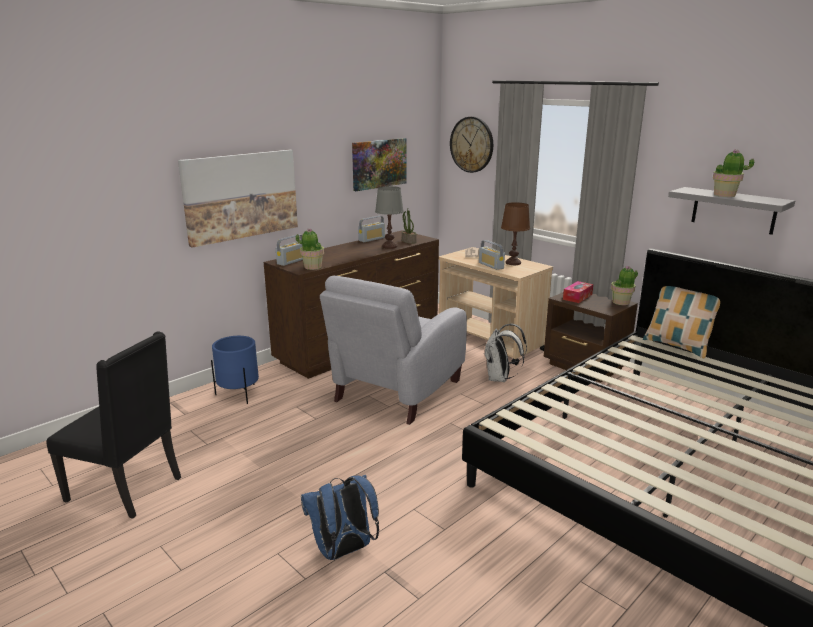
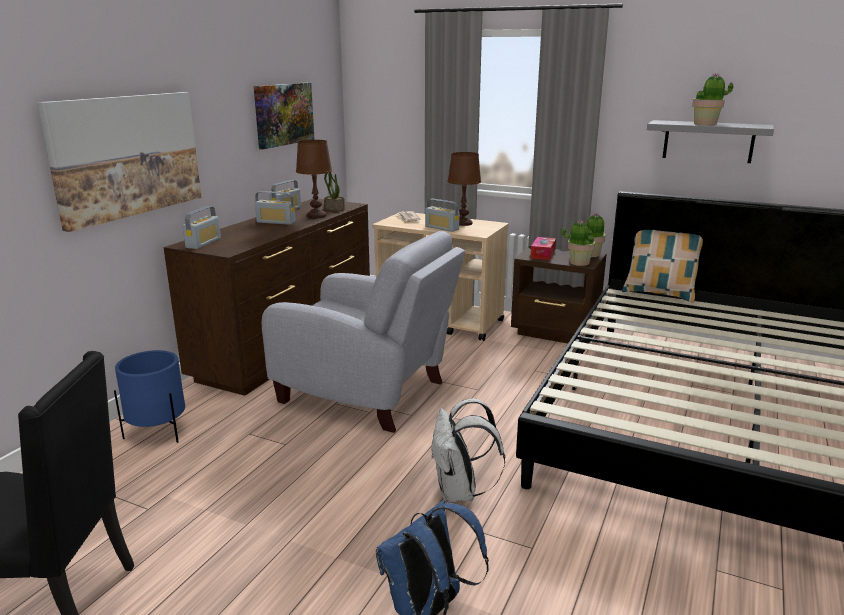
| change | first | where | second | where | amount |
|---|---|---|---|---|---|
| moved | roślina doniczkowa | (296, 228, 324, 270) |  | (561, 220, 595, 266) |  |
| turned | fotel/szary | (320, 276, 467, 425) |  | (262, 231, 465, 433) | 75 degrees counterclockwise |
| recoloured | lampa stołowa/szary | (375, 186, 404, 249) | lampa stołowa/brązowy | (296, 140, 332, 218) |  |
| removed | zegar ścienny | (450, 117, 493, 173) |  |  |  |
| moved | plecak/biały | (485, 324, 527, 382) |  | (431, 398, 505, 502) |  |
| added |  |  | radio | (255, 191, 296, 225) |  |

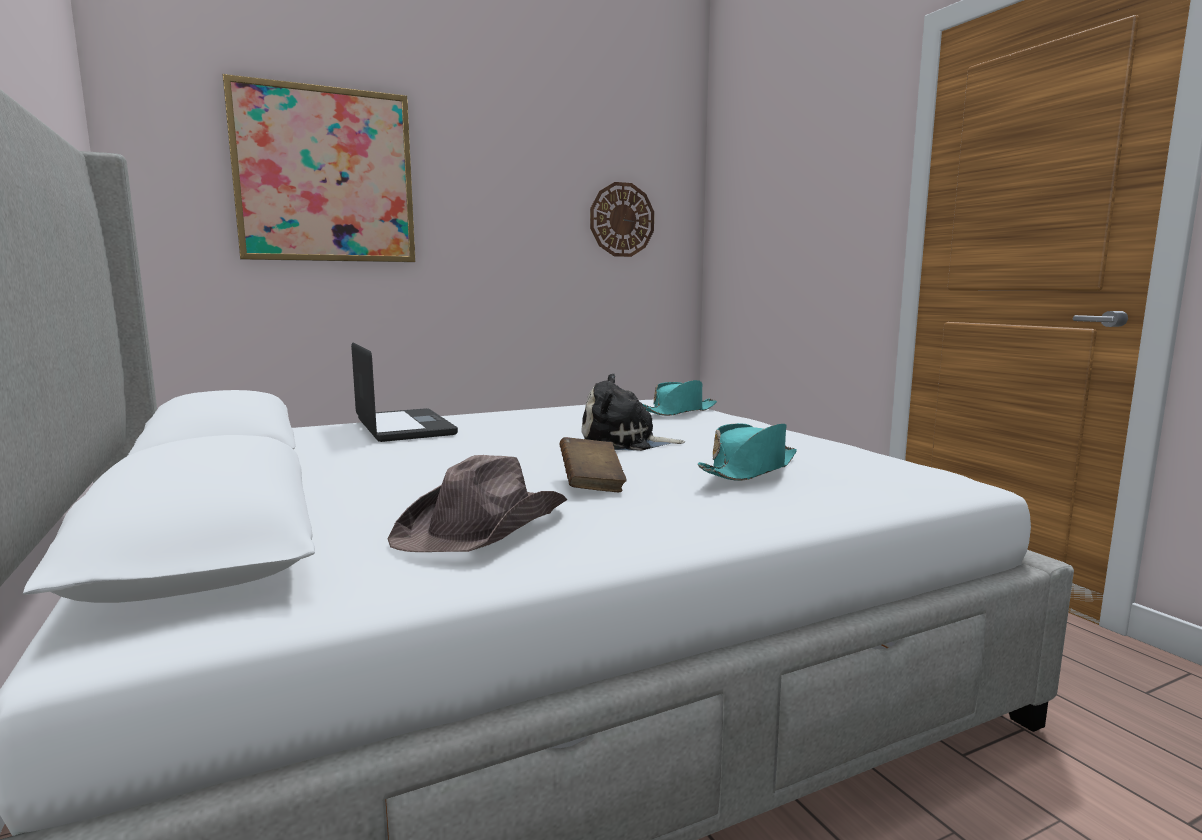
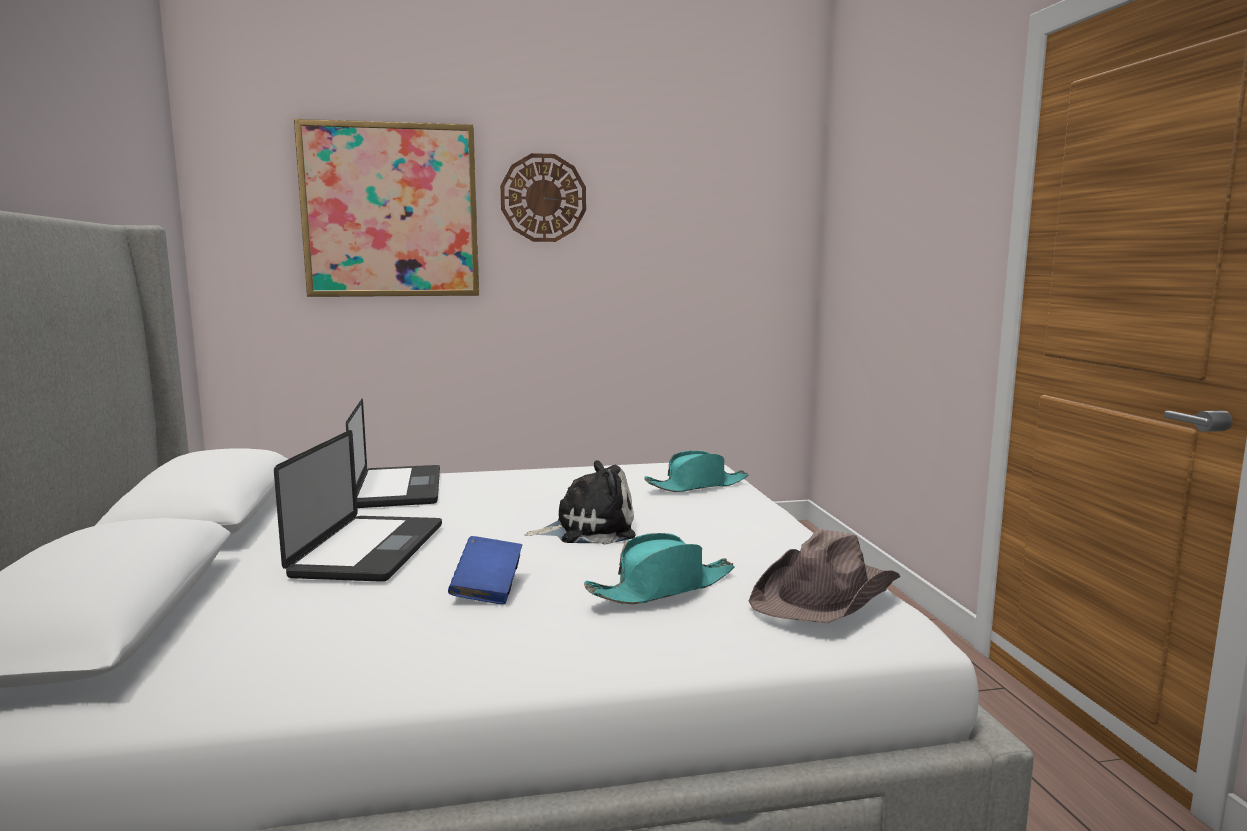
| change | first | where | second | where | amount |
|---|---|---|---|---|---|
| moved | kapelusz/brązowy | (388, 455, 567, 552) |  | (749, 529, 900, 623) |  |
| recoloured | książka/brązowy | (560, 437, 626, 492) | książka/niebieski | (448, 536, 522, 604) |  |
| turned | pluszak | (581, 373, 685, 451) |  | (524, 460, 636, 545) | 150 degrees clockwise |
| moved | zegar ścienny | (590, 182, 654, 257) |  | (500, 153, 586, 242) |  |
| added |  |  | laptop | (274, 430, 442, 582) |  |

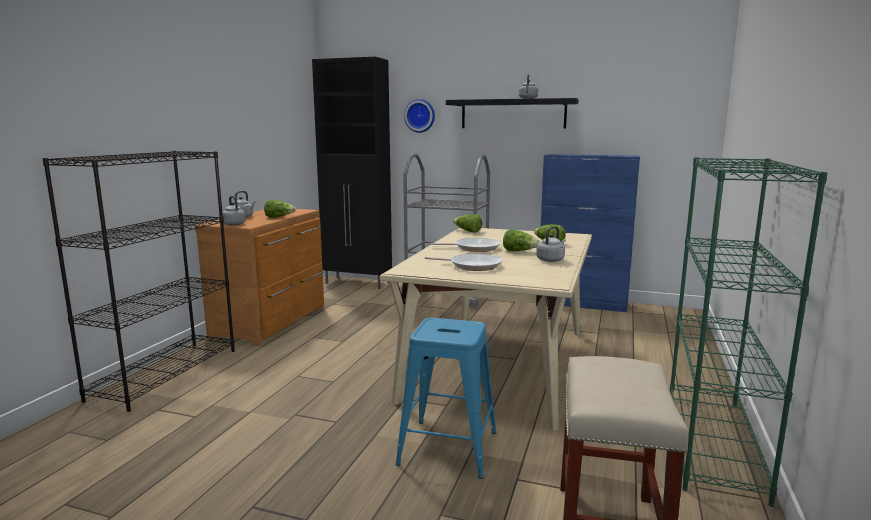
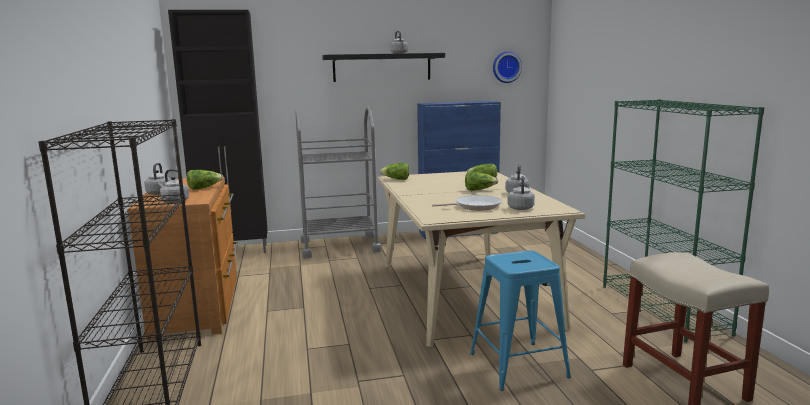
| change | first | where | second | where | amount |
|---|---|---|---|---|---|
| moved | zegar ścienny | (404, 99, 435, 133) |  | (493, 51, 522, 83) |  |
| removed | patelnia | (431, 238, 501, 252) |  |  |  |
| added |  |  | czajnik/szary | (507, 176, 535, 210) |  |

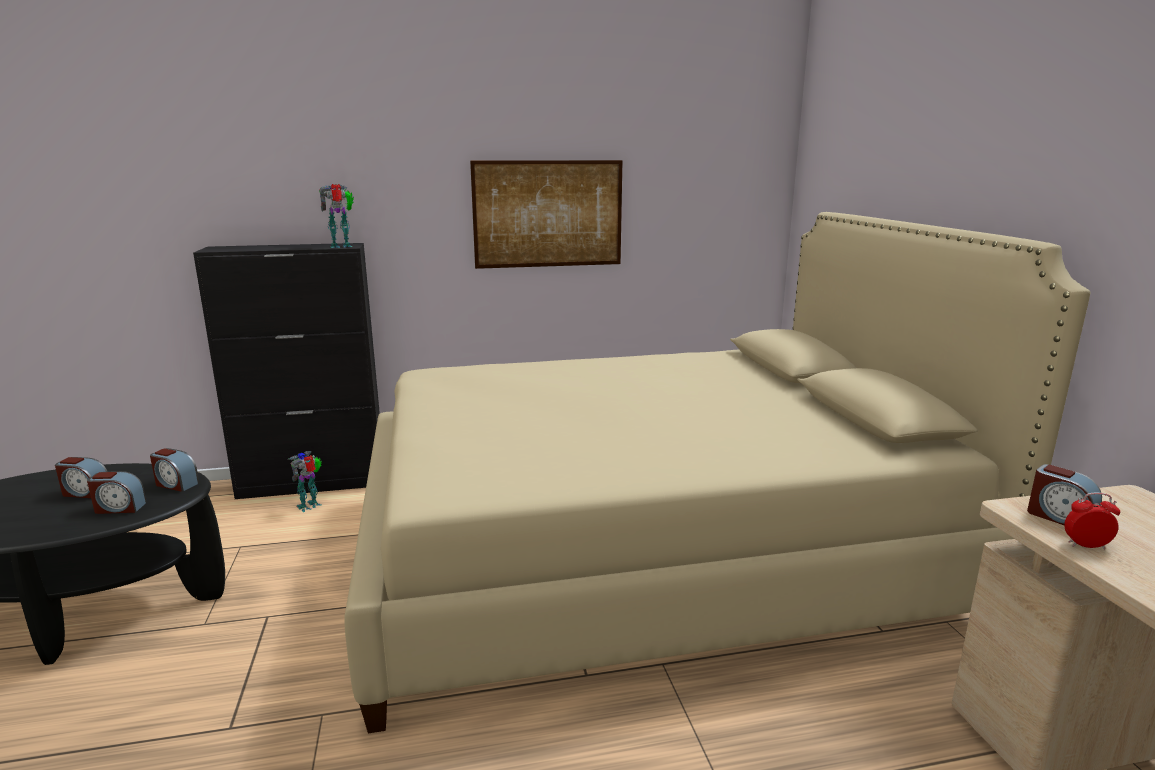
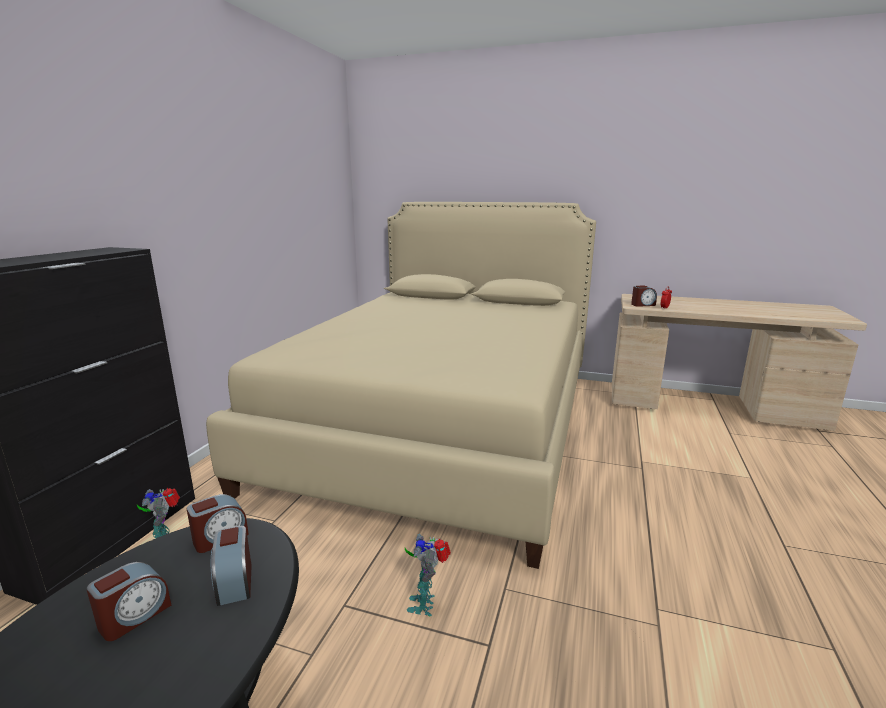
| change | first | where | second | where | amount |
|---|---|---|---|---|---|
| turned | budzik | (87, 471, 147, 514) |  | (211, 526, 252, 606) | 135 degrees clockwise |
| moved | robot zabawkowy | (319, 184, 354, 248) |  | (405, 534, 451, 616) |  |
| removed | obraz | (470, 160, 622, 269) |  |  |  |

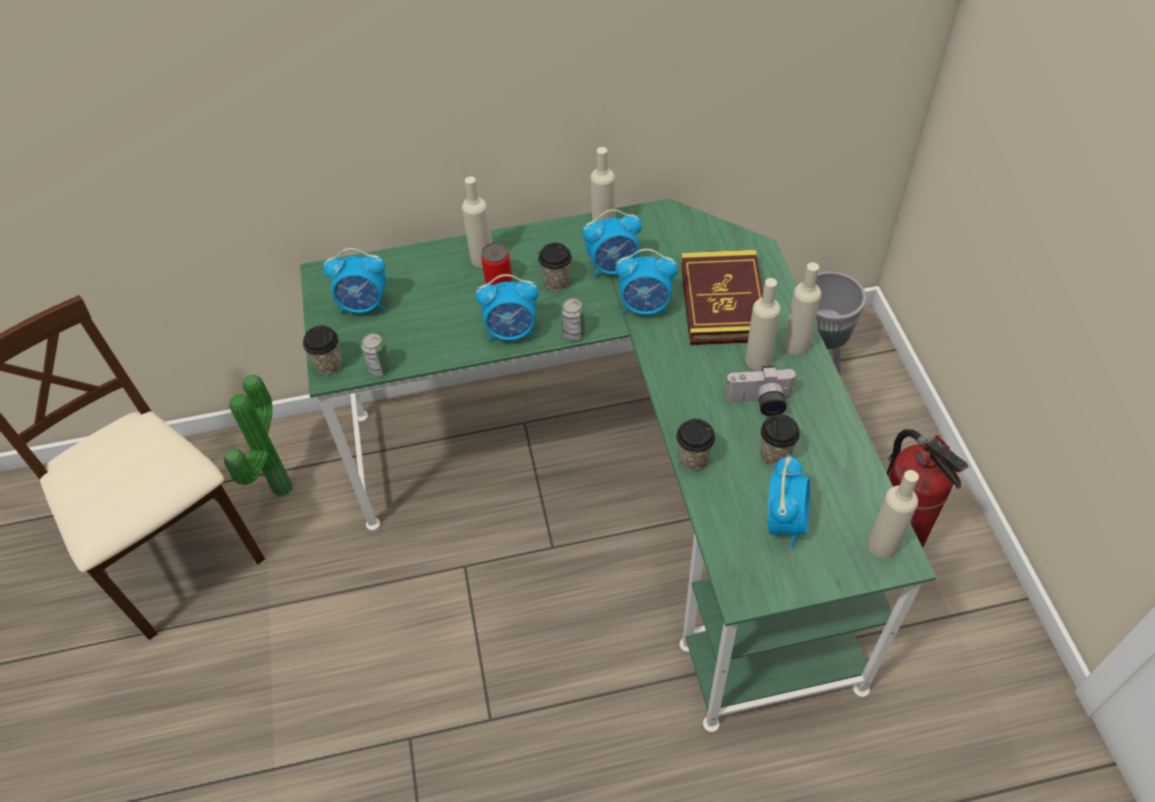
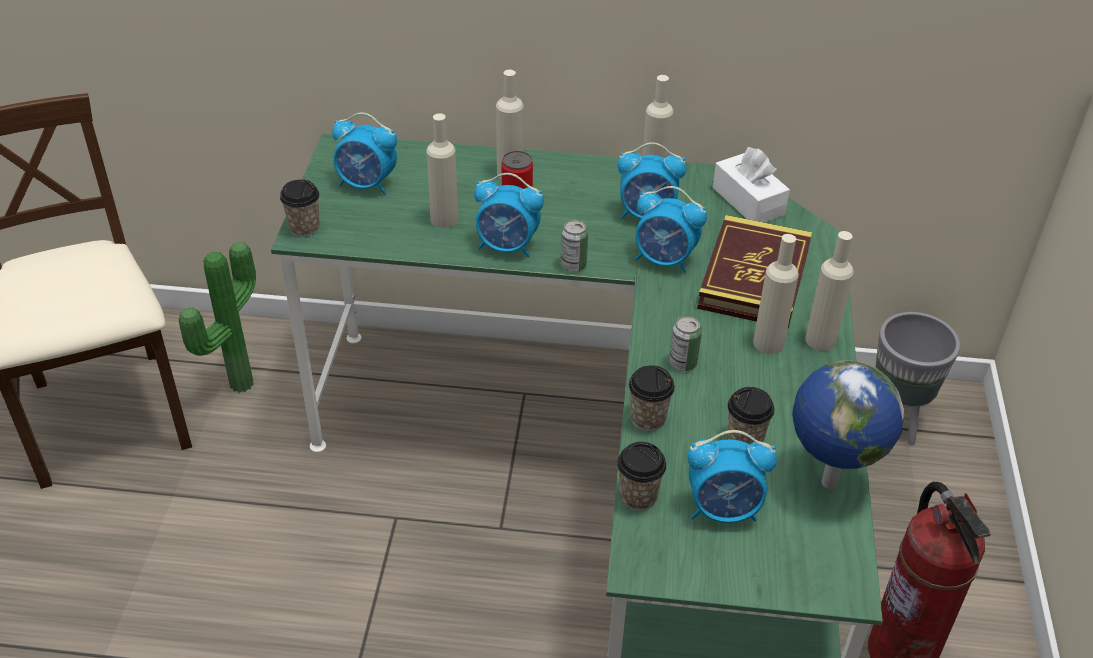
| change | first | where | second | where | amount |
|---|---|---|---|---|---|
| moved | puszka | (361, 333, 391, 376) |  | (669, 316, 702, 371) |  |
| moved | filiżanka | (538, 243, 572, 291) |  | (617, 442, 666, 511) |  |
| removed | aparat fotograficzny | (725, 366, 797, 416) |  |  |  |
| turned | budzik | (768, 454, 810, 548) |  | (687, 430, 777, 523) | 60 degrees clockwise |
| moved | butelka/beżowy | (868, 470, 919, 559) |  | (426, 113, 458, 228) |  |
| added |  |  | pudełko chusteczek/biały | (713, 147, 790, 222) |  |
| added |  |  | globus | (792, 361, 904, 489) |  |

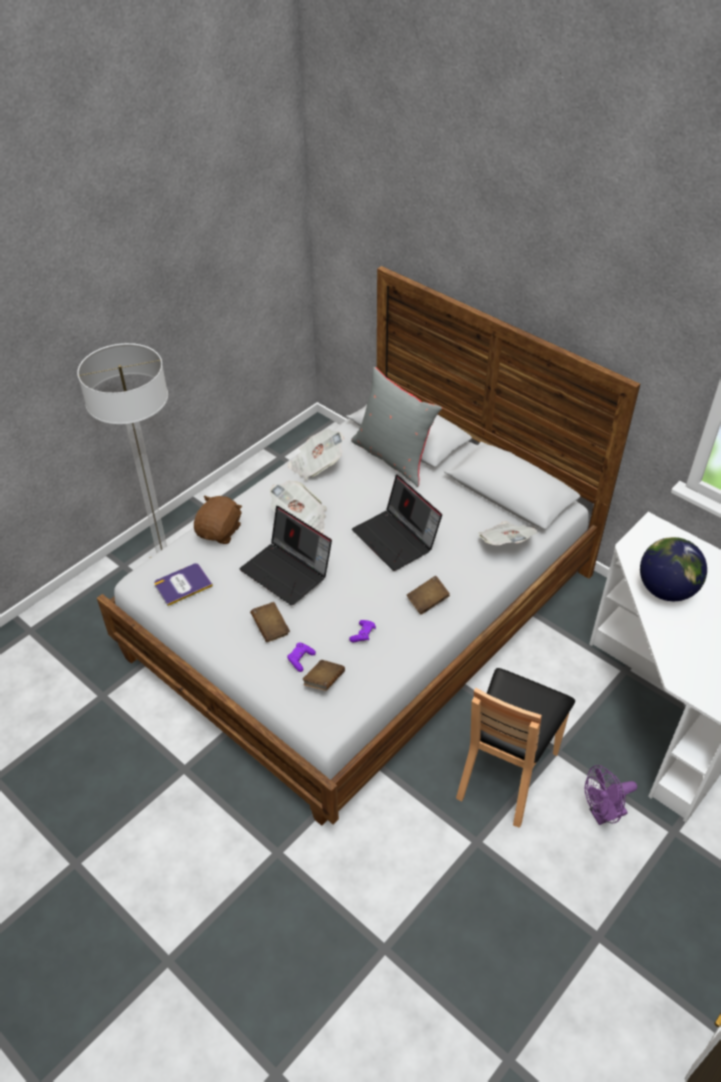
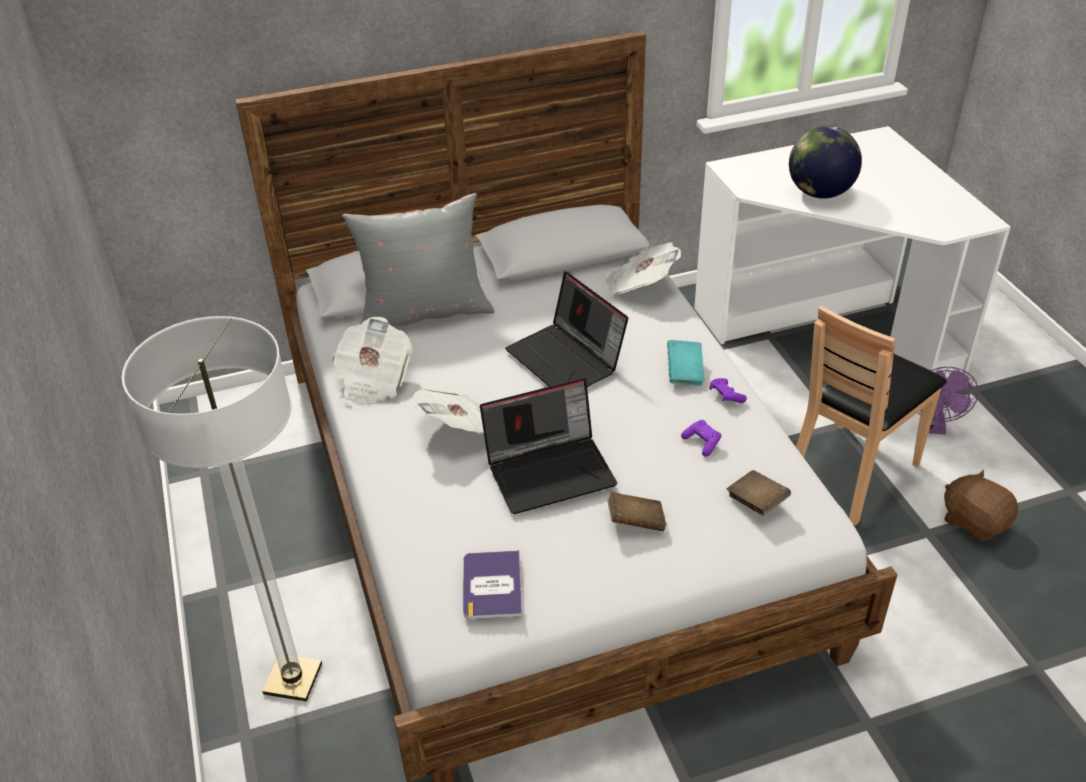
| change | first | where | second | where | amount |
|---|---|---|---|---|---|
| moved | pluszak/brązowy | (194, 495, 242, 544) |  | (944, 470, 1018, 542) |  |
| moved | pad do gier/fioletowy | (287, 642, 316, 672) |  | (709, 378, 747, 403) |  |
| turned | laptop | (352, 474, 442, 571) |  | (505, 271, 628, 387) | 60 degrees clockwise |
| recoloured | książka/brązowy | (407, 576, 450, 615) | książka/turkusowy | (667, 340, 705, 386) |  |
| turned | krzesło/brązowy | (456, 668, 575, 828) |  | (796, 306, 947, 526) | 75 degrees clockwise |

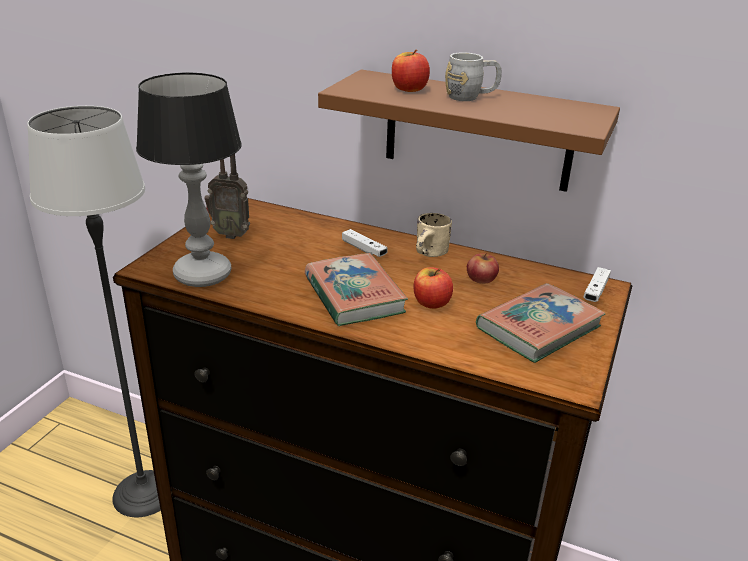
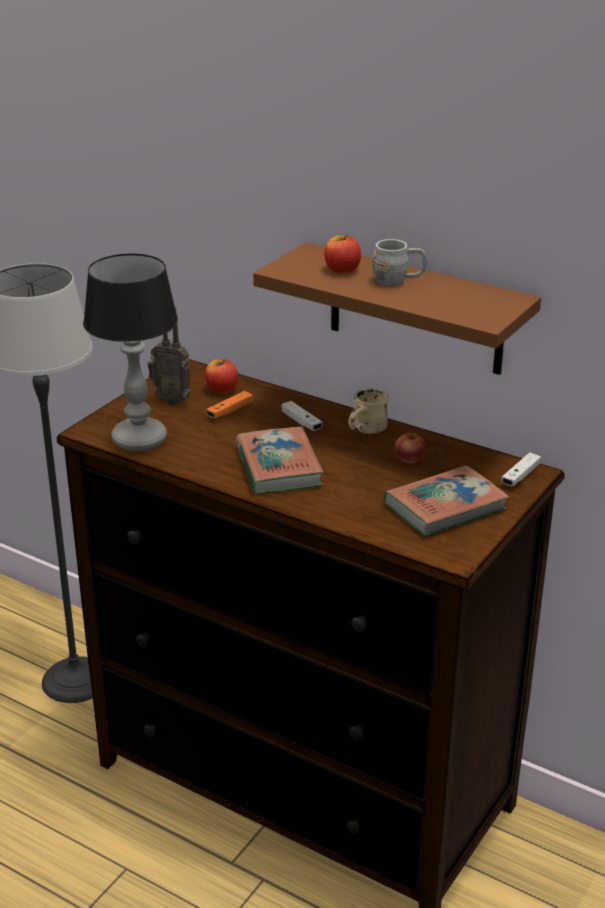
| change | first | where | second | where | amount |
|---|---|---|---|---|---|
| moved | jabłko | (414, 267, 453, 309) |  | (205, 359, 238, 394) |  |
| added |  |  | pad do gier/pomarańczowy | (207, 391, 253, 419) |  |

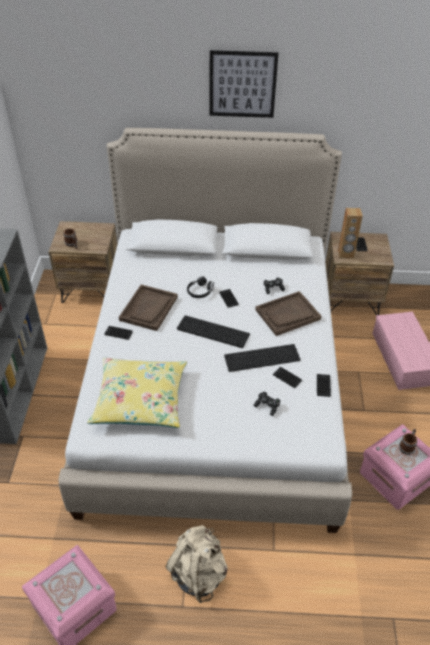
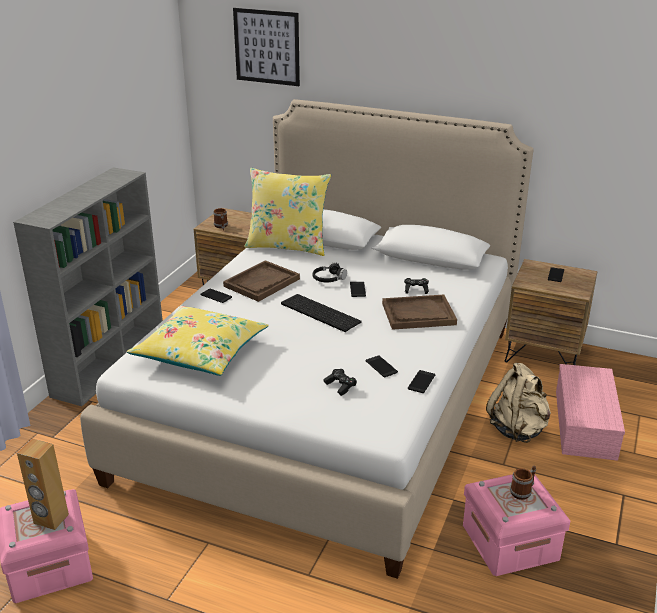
| change | first | where | second | where | amount |
|---|---|---|---|---|---|
| moved | plecak/beżowy | (165, 525, 228, 603) |  | (486, 363, 551, 443) |  |
| moved | obraz | (209, 50, 278, 118) |  | (233, 8, 300, 86) |  |
| removed | klawiatura | (224, 344, 301, 372) |  |  |  |
| moved | głośnik/brązowy | (338, 208, 363, 259) |  | (17, 439, 69, 530) |  |
| added |  |  | poduszka/żółty | (245, 168, 331, 256) |  |

